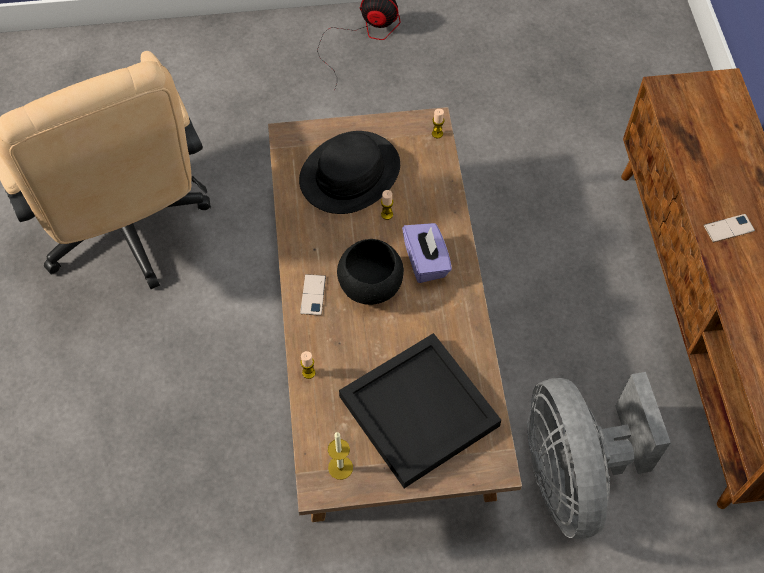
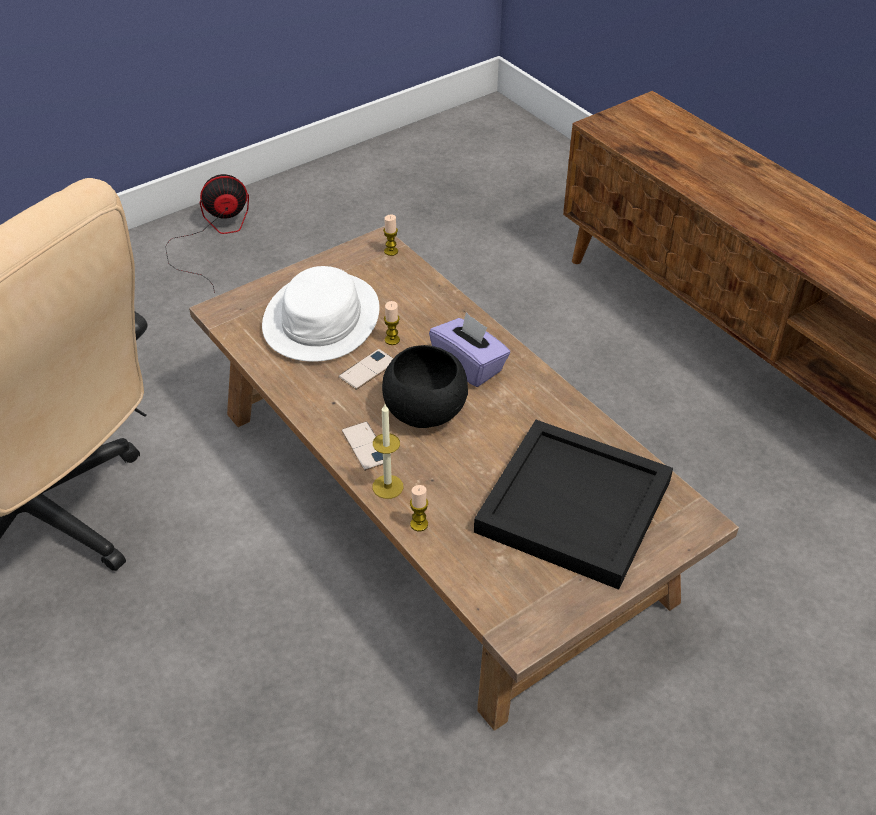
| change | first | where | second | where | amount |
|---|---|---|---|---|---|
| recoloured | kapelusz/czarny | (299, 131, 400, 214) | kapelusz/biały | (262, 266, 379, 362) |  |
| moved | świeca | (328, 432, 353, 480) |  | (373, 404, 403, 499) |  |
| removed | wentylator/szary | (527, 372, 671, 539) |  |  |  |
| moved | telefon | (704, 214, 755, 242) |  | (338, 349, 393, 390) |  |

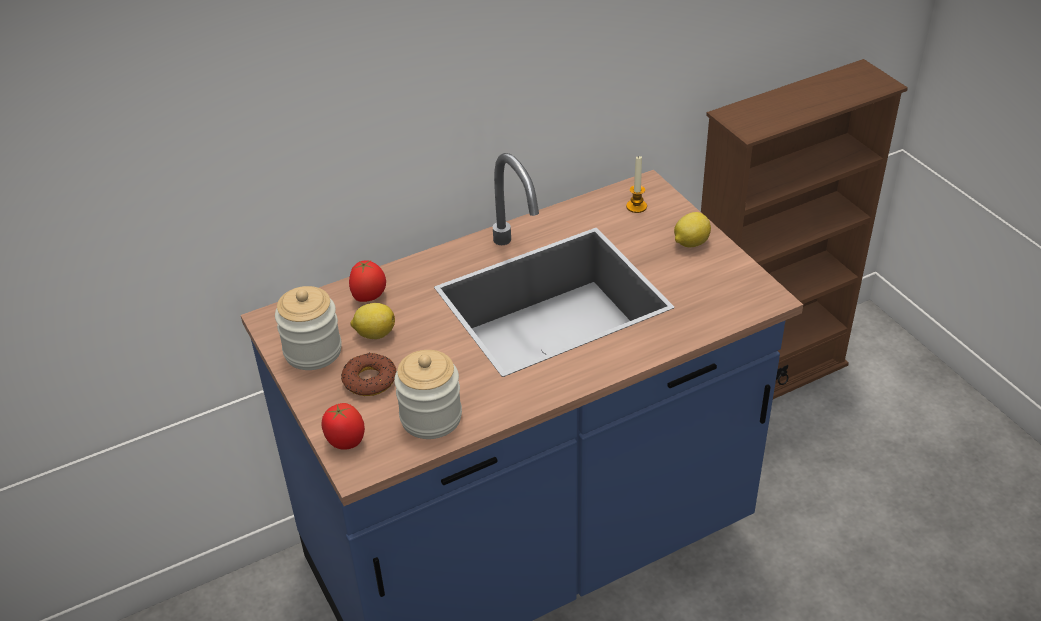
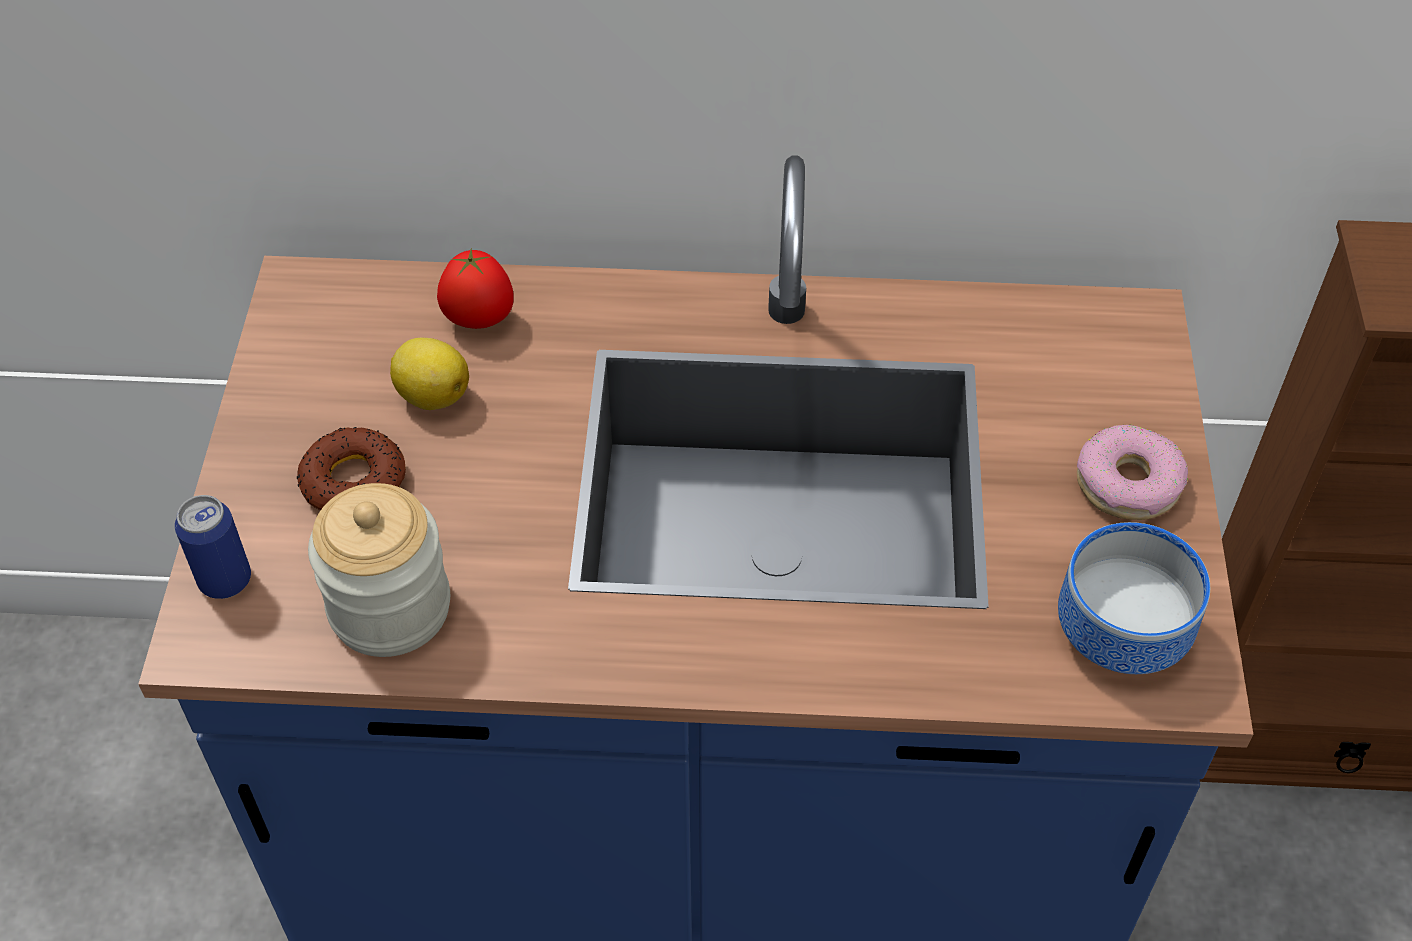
| change | first | where | second | where | amount |
|---|---|---|---|---|---|
| removed | słoik | (275, 286, 342, 370) |  |  |  |
| replaced | pomidor | (322, 403, 365, 450) | puszka | (175, 495, 251, 599) |  |
| removed | świeca | (626, 156, 647, 213) |  |  |  |
| replaced | cytryna | (674, 212, 711, 247) | donut | (1077, 425, 1188, 520) |  |
| added |  |  | miska | (1058, 522, 1210, 674) |  |

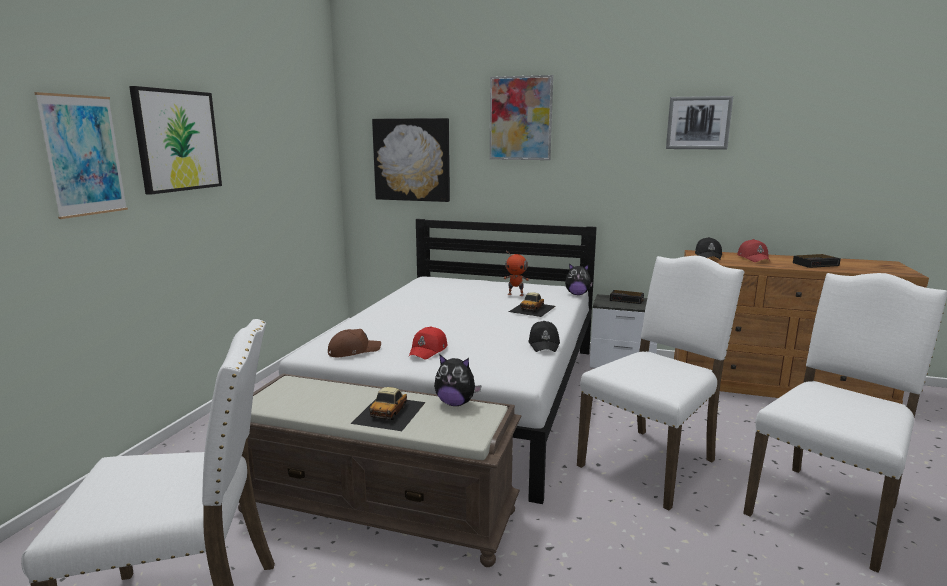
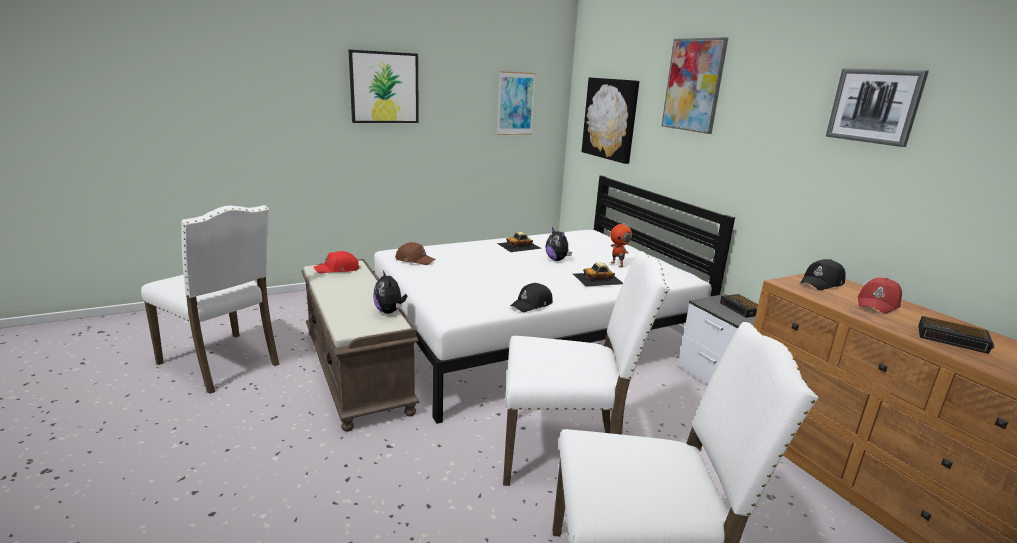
| change | first | where | second | where | amount |
|---|---|---|---|---|---|
| moved | obraz | (34, 92, 128, 219) |  | (497, 71, 536, 135) |  |
| moved | samochodzik | (351, 387, 426, 431) |  | (497, 232, 542, 252) |  |
| moved | czapka z daszkiem/czerwony | (409, 326, 448, 359) |  | (314, 251, 359, 274) |  |
| moved | pluszak | (565, 263, 593, 295) |  | (545, 227, 572, 261) |  |

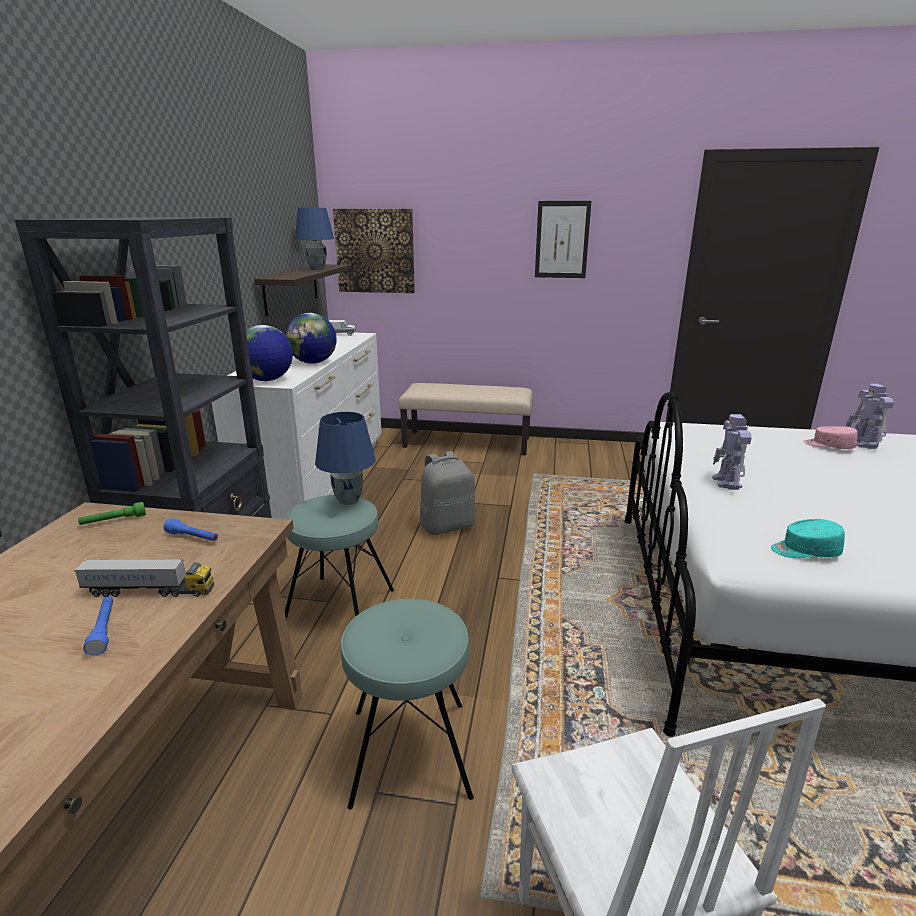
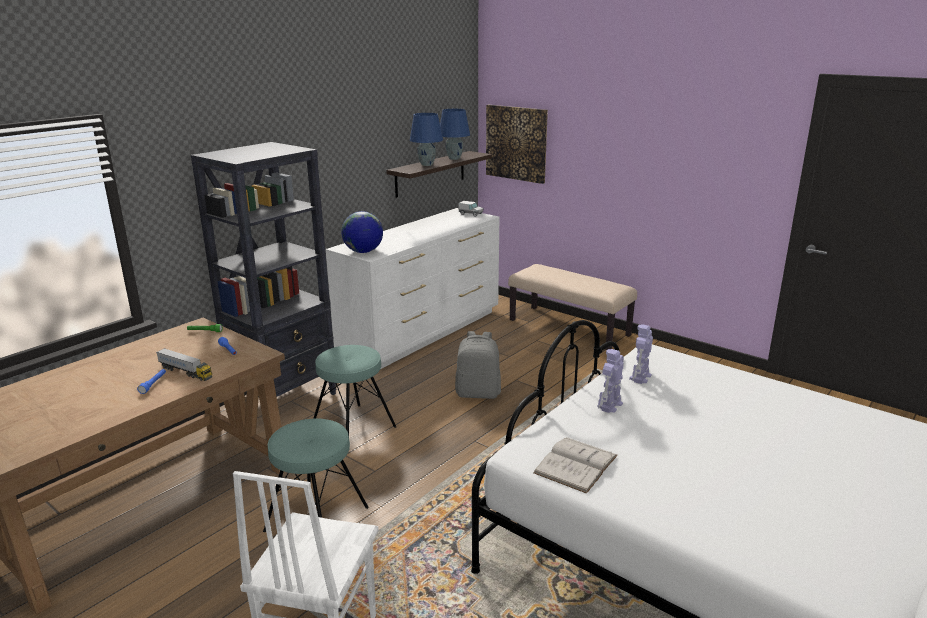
| change | first | where | second | where | amount |
|---|---|---|---|---|---|
| removed | globus | (285, 313, 336, 364) |  |  |  |
| moved | lampa stołowa/niebieski | (315, 412, 375, 505) |  | (410, 113, 443, 166) |  |
| removed | obraz | (535, 201, 591, 278) |  |  |  |
| replaced | czapka z daszkiem/turkusowy | (771, 519, 845, 558) | książka/biały | (533, 437, 618, 494) |  |
| removed | czapka z daszkiem/różowy | (804, 426, 858, 449) |  |  |  |
| moved | robot zabawkowy | (846, 384, 894, 449) |  | (629, 324, 653, 384) |  |

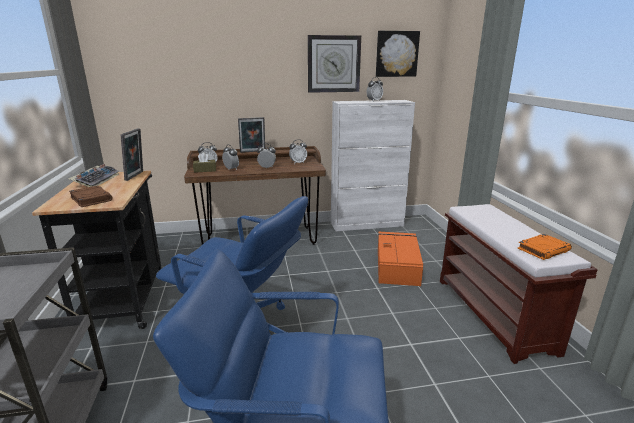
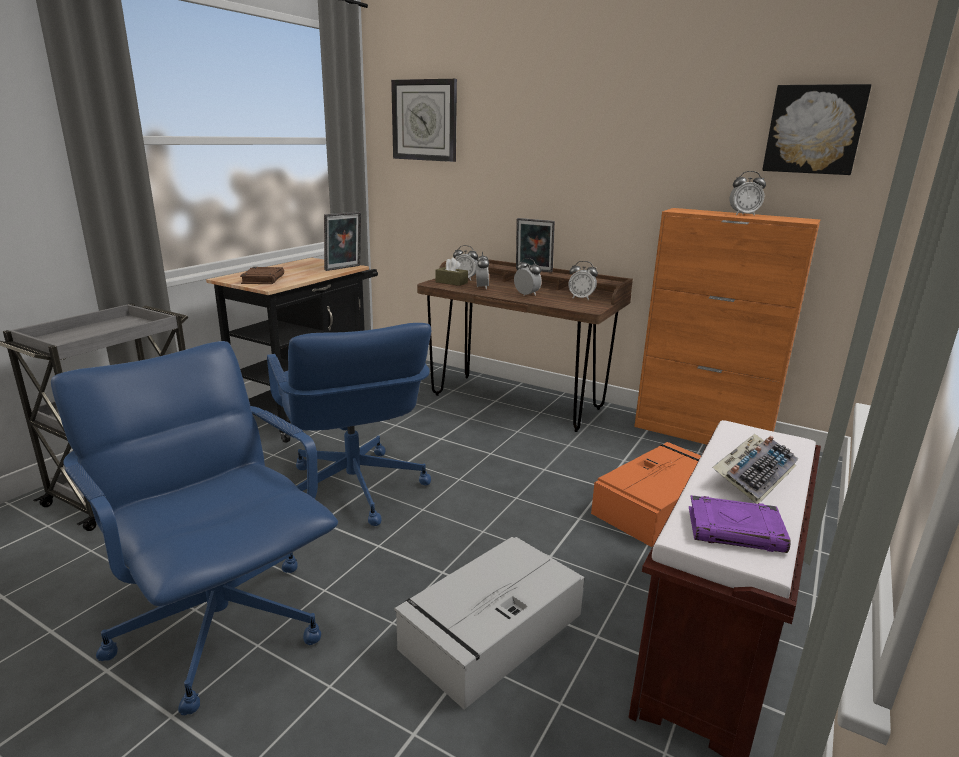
| change | first | where | second | where | amount |
|---|---|---|---|---|---|
| moved | klawiatura | (68, 164, 119, 187) |  | (712, 434, 798, 504) |  |
| moved | zegar ścienny | (308, 35, 361, 93) |  | (391, 79, 457, 162) |  |
| recoloured | szafka/biały | (331, 100, 415, 231) | szafka/pomarańczowy | (634, 208, 820, 445) |  |
| recoloured | książka/pomarańczowy | (517, 234, 572, 260) | książka/fioletowy | (689, 495, 791, 553) |  |
| added |  |  | pojemnik do przechowywania/szary | (394, 537, 585, 710) |  |

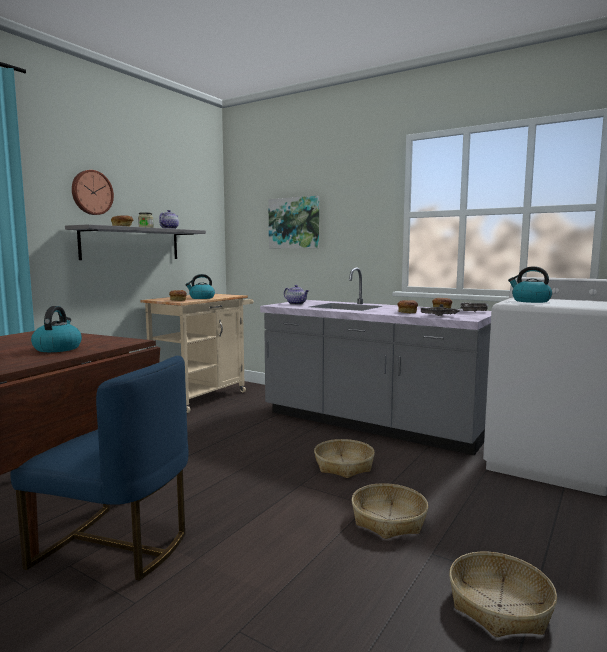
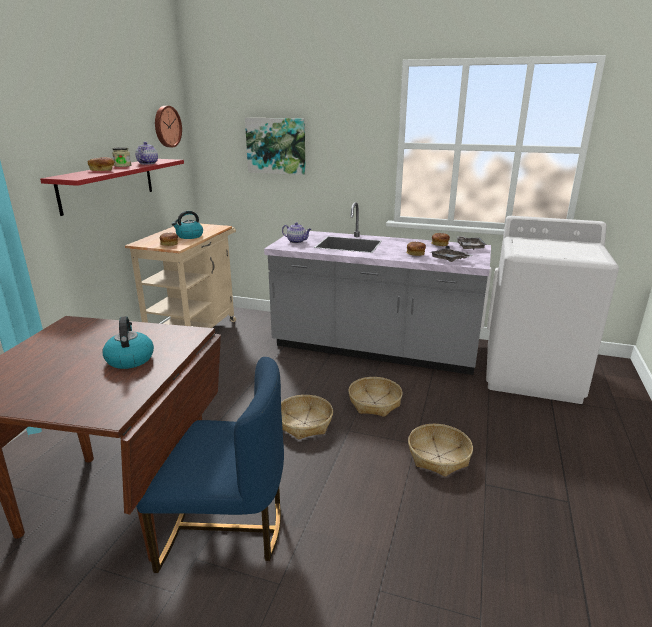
| change | first | where | second | where | amount |
|---|---|---|---|---|---|
| recoloured | półka/szary | (65, 224, 206, 260) | półka/czerwony | (40, 159, 184, 216) |  |
| moved | zegar ścienny | (72, 170, 114, 215) |  | (155, 106, 182, 147) |  |
| moved | koszyk | (449, 552, 557, 637) |  | (281, 395, 333, 440) |  |
| removed | czajnik | (508, 266, 552, 303) |  |  |  |

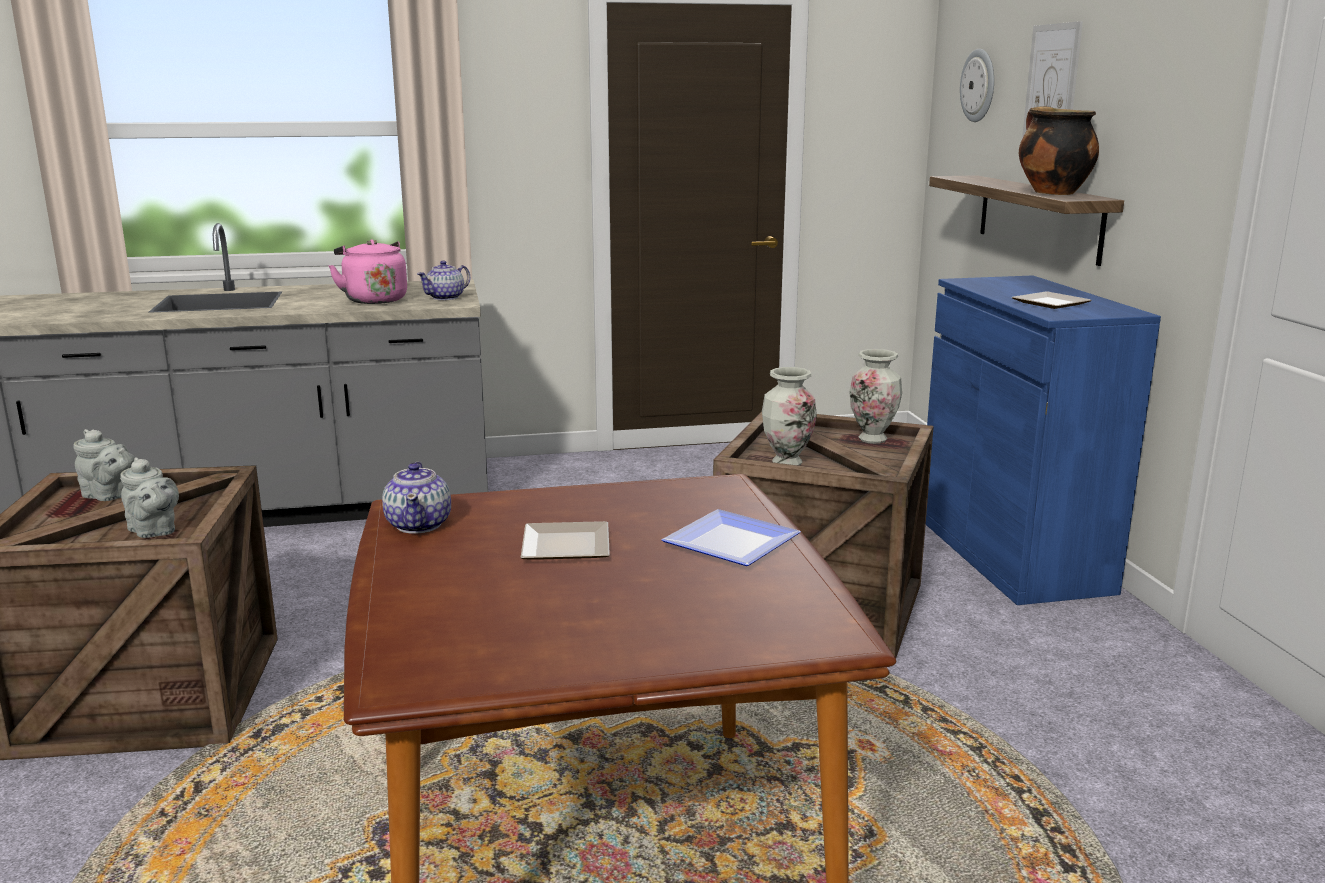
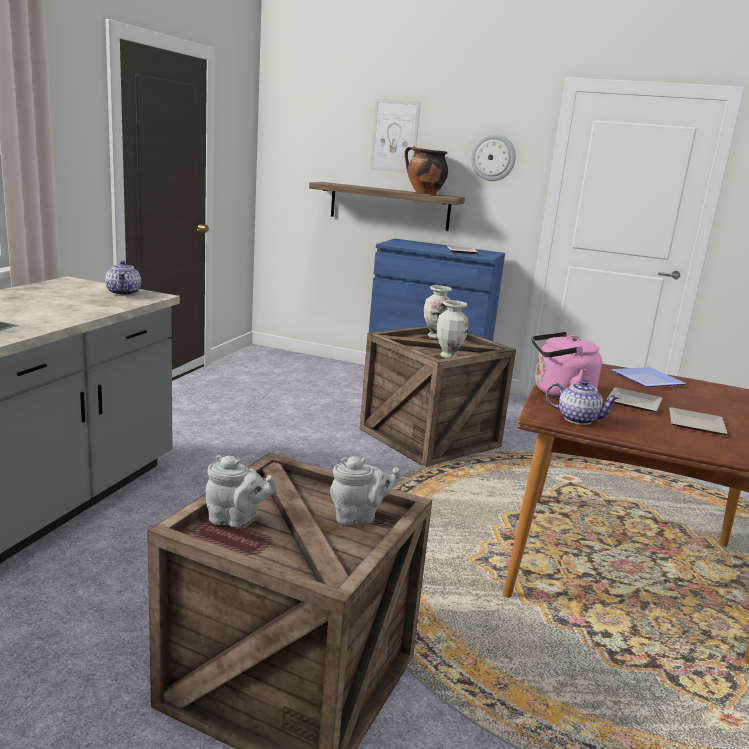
| change | first | where | second | where | amount |
|---|---|---|---|---|---|
| turned | imbryk/szary | (74, 429, 135, 501) |  | (205, 455, 278, 528) | 45 degrees clockwise |
| moved | czajnik/różowy | (328, 239, 407, 304) |  | (532, 332, 602, 398) |  |
| moved | zegar ścienny | (960, 49, 994, 122) |  | (471, 134, 516, 181) |  |
| added |  |  | talerz | (669, 407, 727, 435) |  |

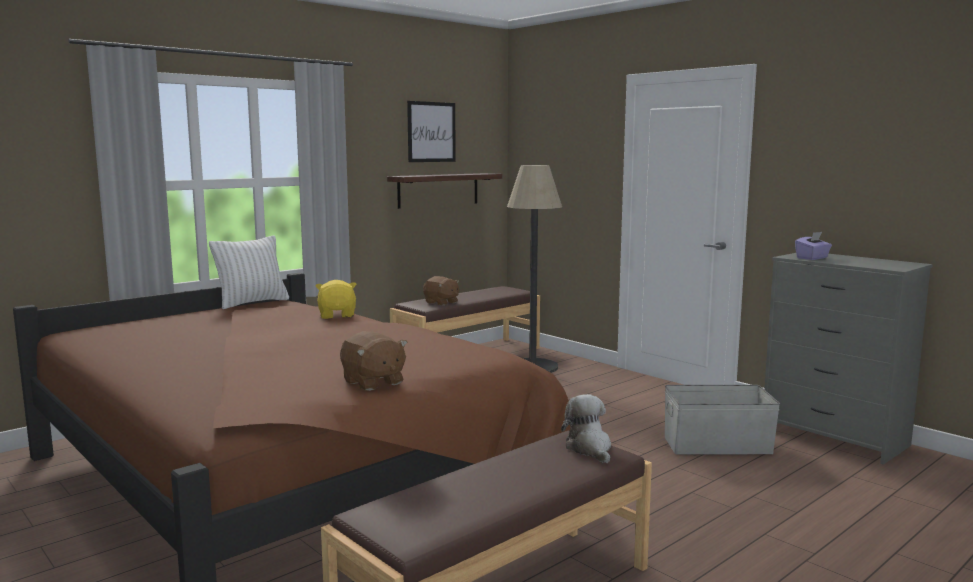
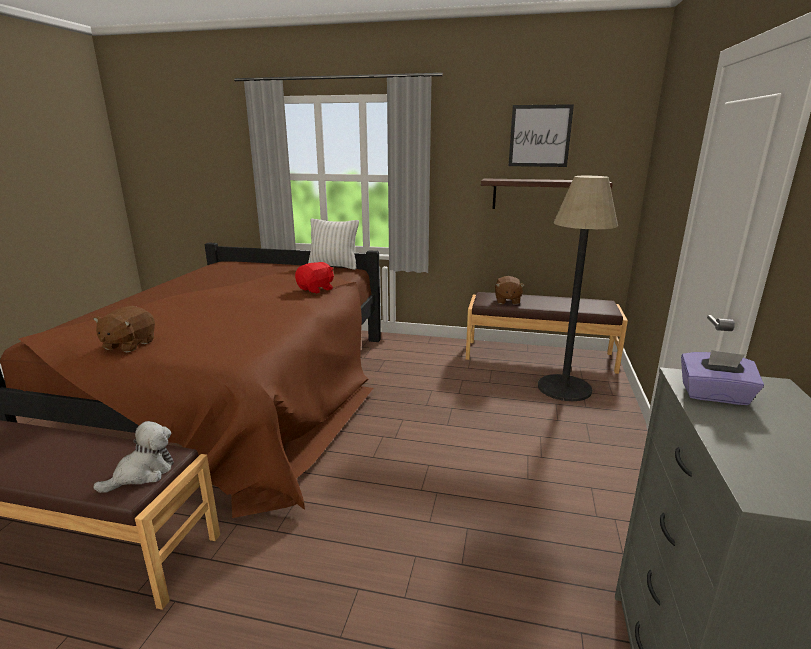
| change | first | where | second | where | amount |
|---|---|---|---|---|---|
| recoloured | pluszak/żółty | (315, 280, 356, 319) | pluszak/czerwony | (295, 262, 334, 294) |  |
| removed | pojemnik do przechowywania/szary | (665, 385, 780, 454) |  |  |  |

